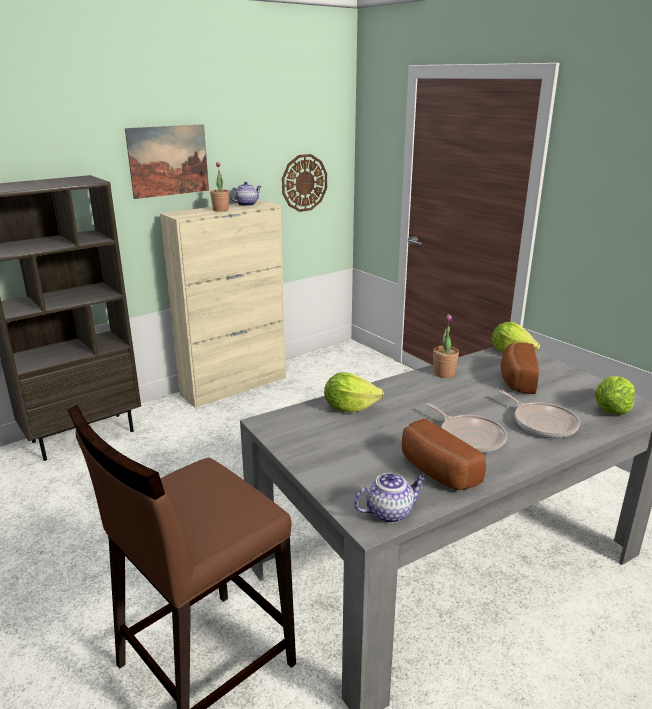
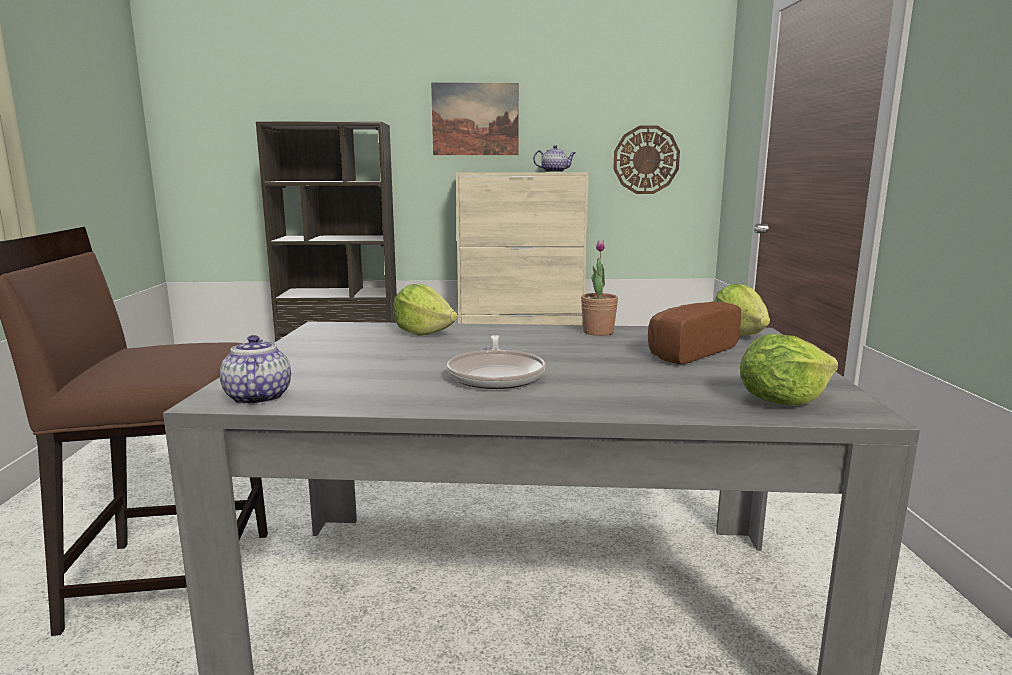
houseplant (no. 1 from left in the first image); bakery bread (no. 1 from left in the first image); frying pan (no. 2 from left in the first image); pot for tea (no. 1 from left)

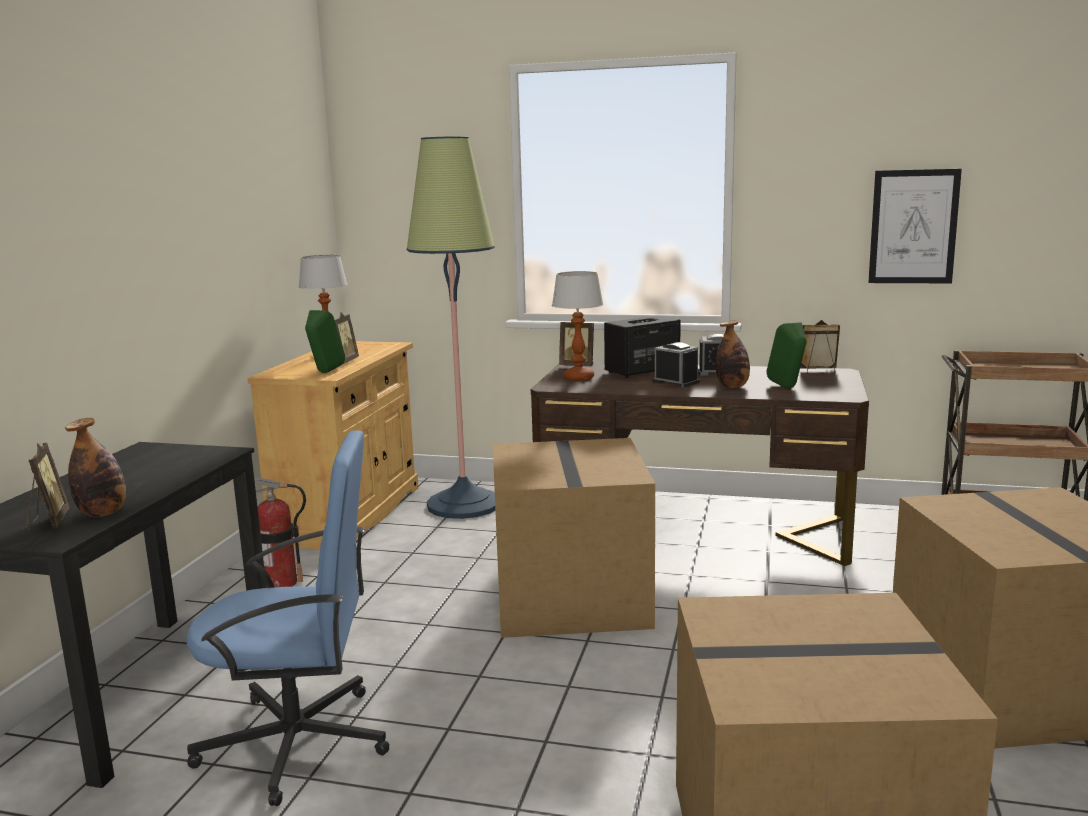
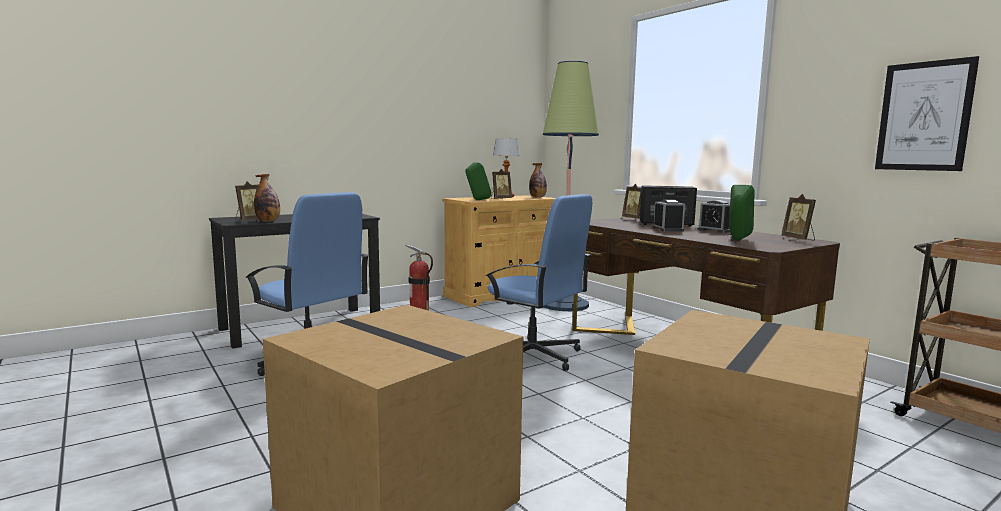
lamp for a table (no. 2 from left in the first image); drink bottle (no. 2 from left); bluish office chair (no. 2 from left); standing frame (no. 4 from left)

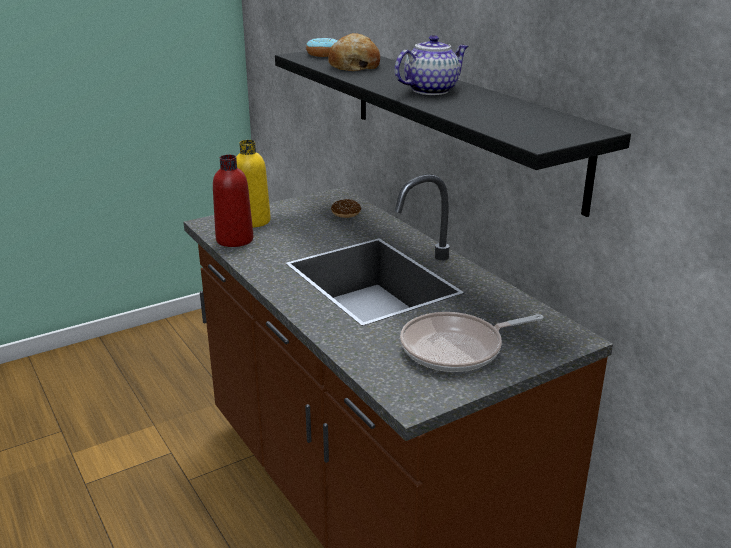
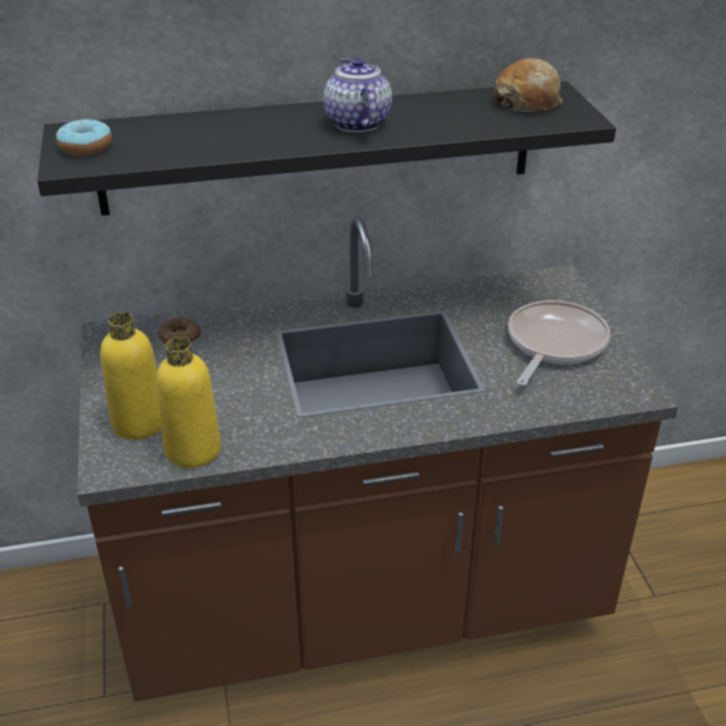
bakery bread; yellow drink bottle (no. 2 from left); frying pan

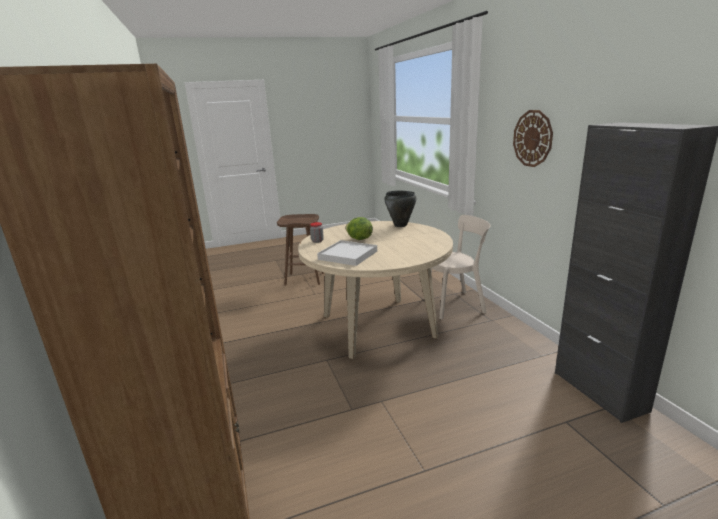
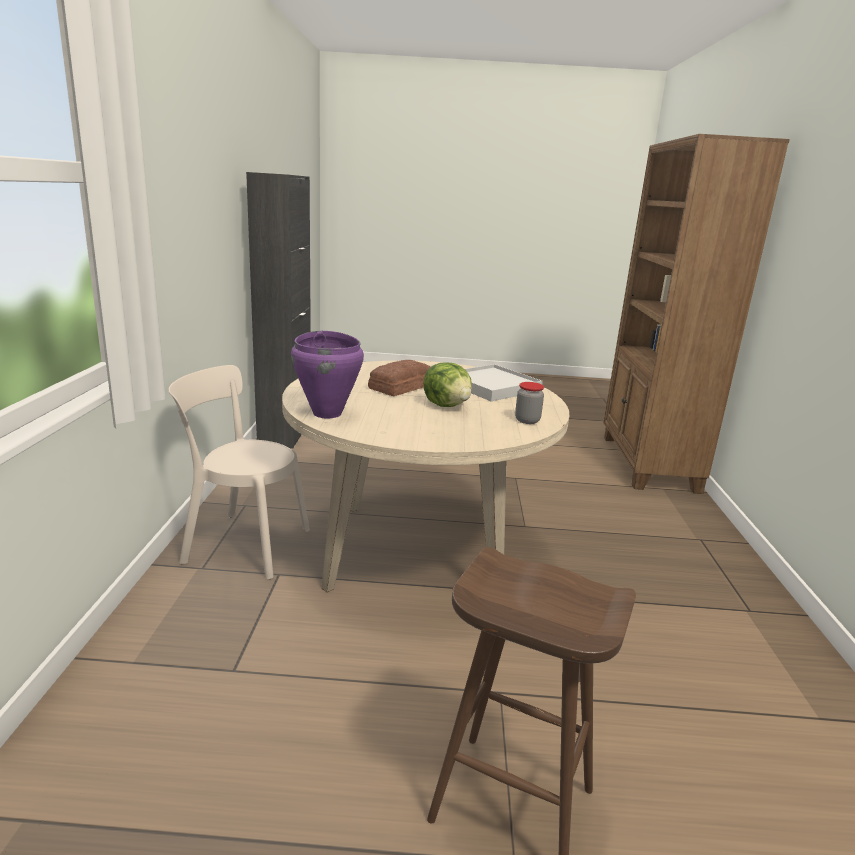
hanging clock; bakery bread; purple-coloured cooking pot

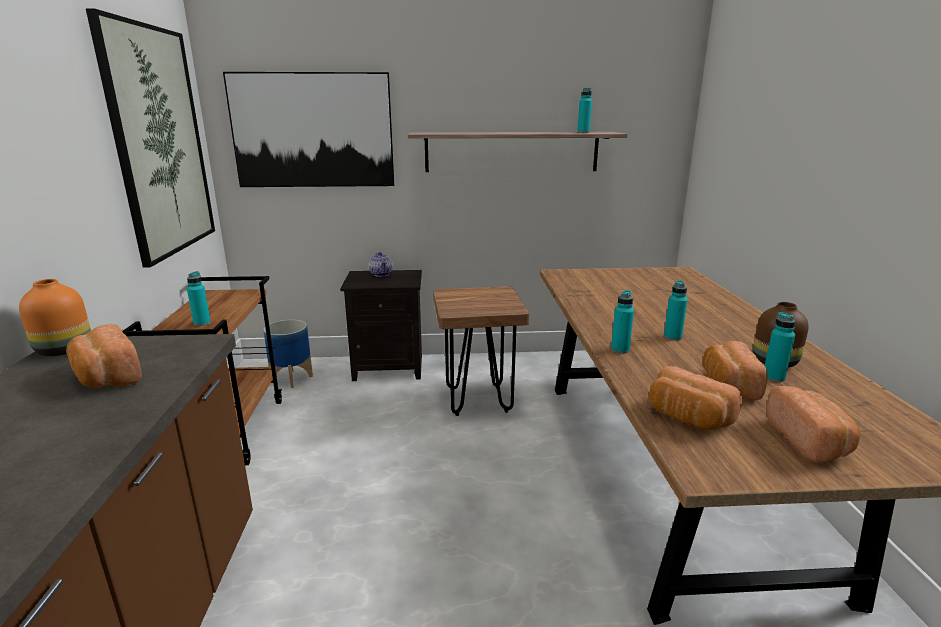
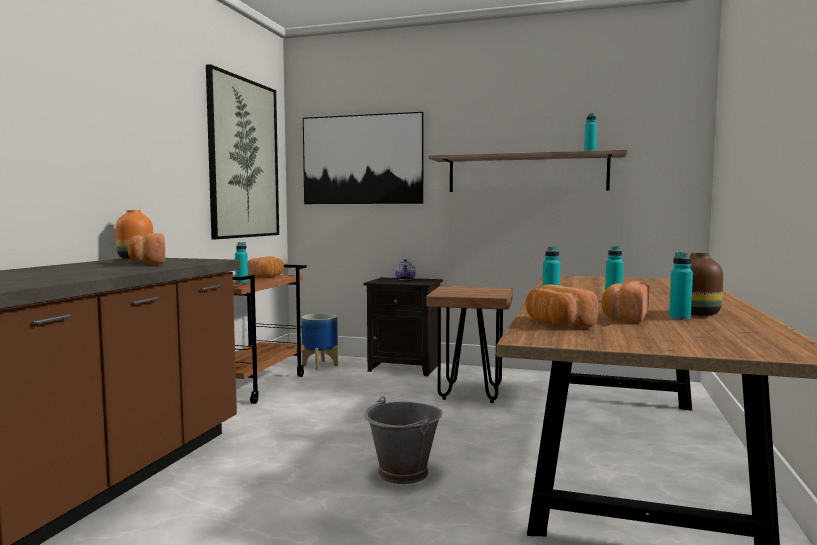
gray pail; bakery bread (no. 2 from left)

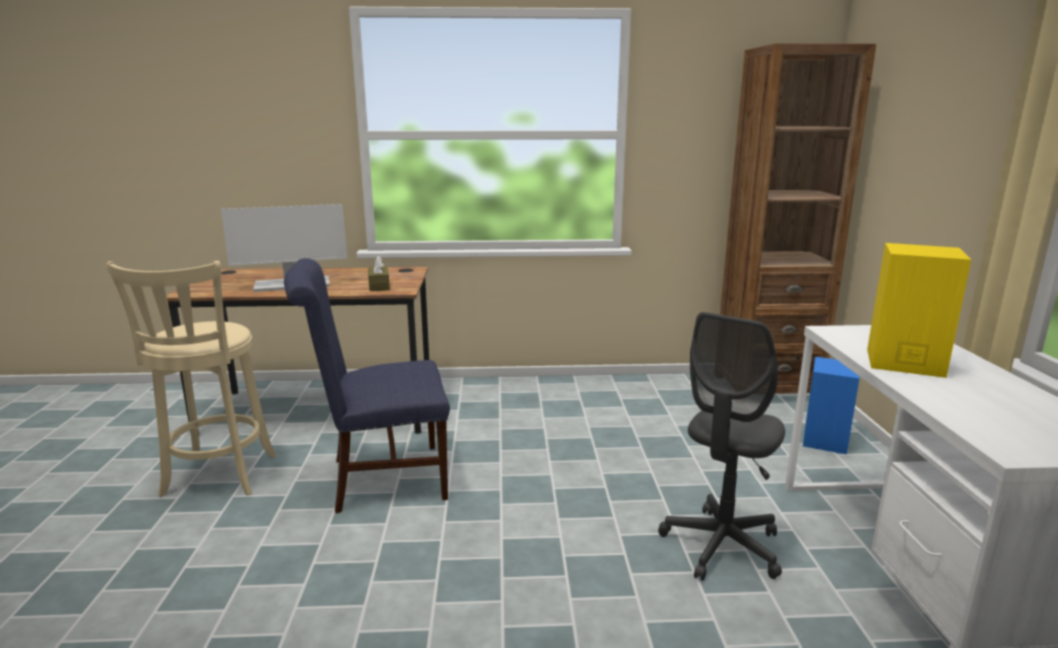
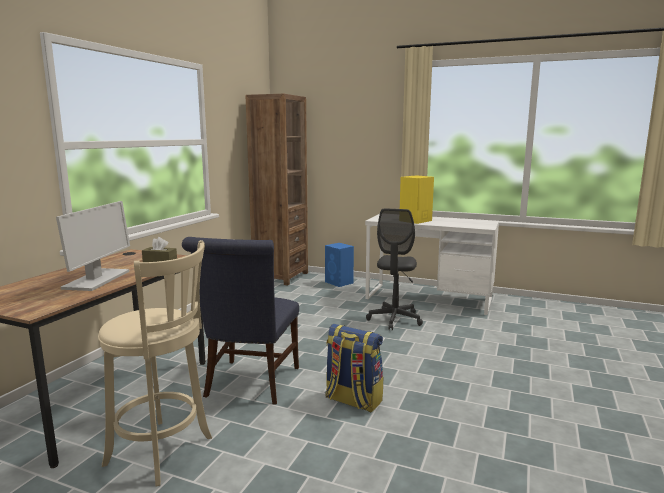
knapsack; gray office chair

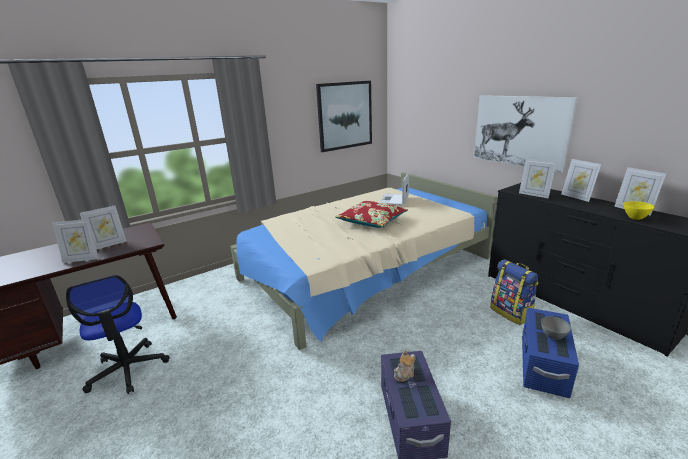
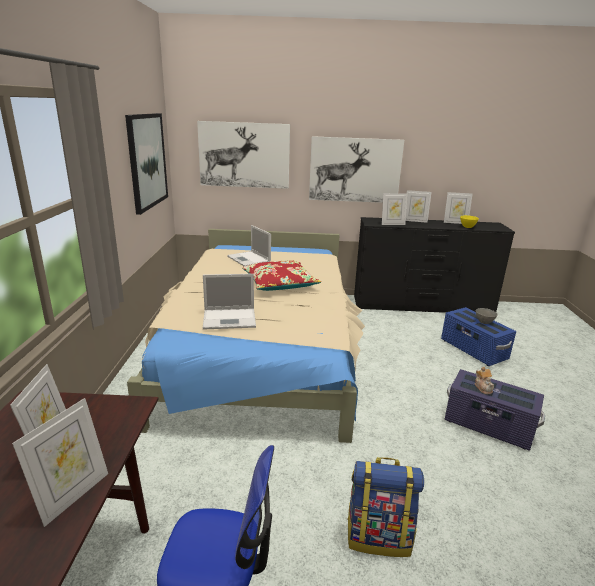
wall art (no. 2 from left); laptop (no. 1 from left); knapsack

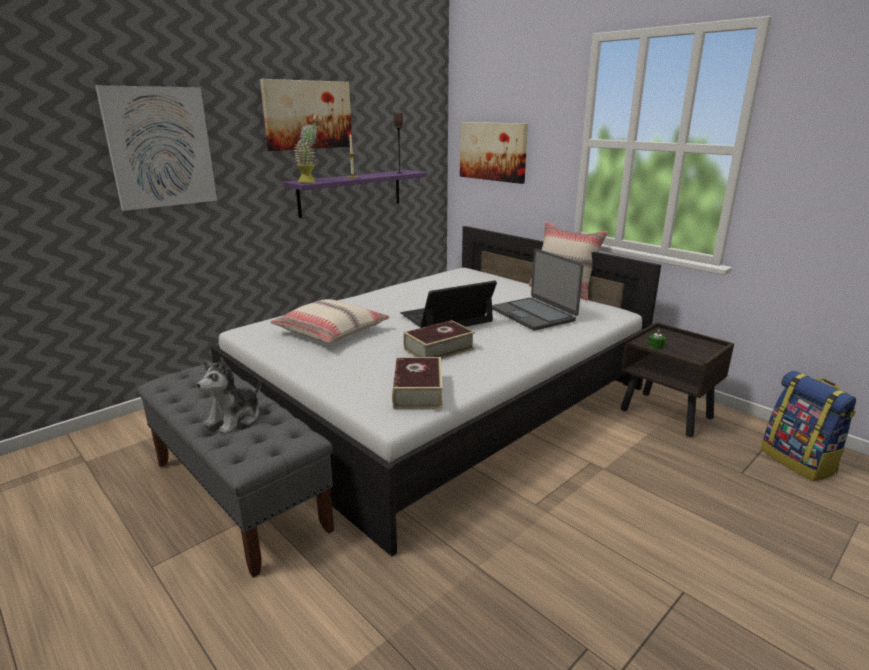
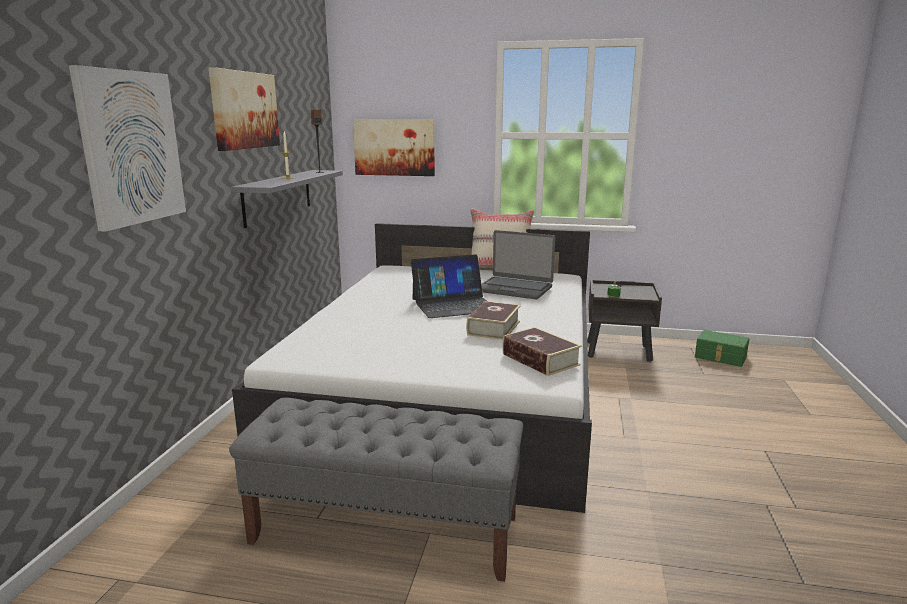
cuddly toy; beige-coloured cushion (no. 1 from left in the first image); houseplant; green storage box; gray wall shelf; laptop (no. 1 from left)

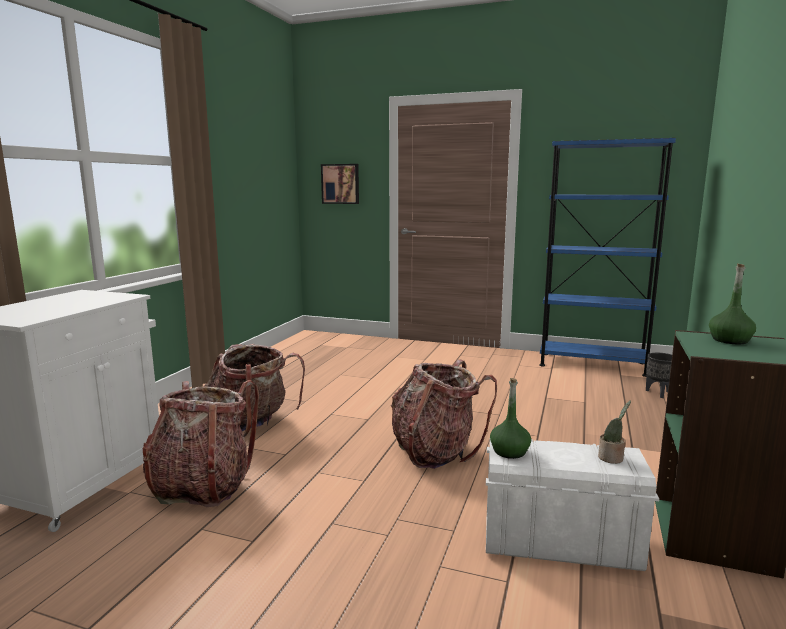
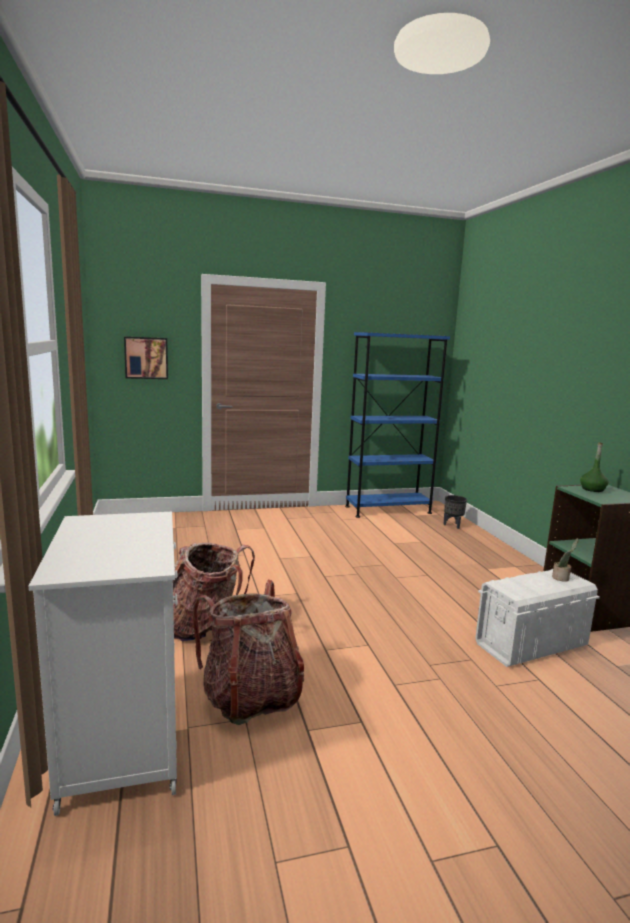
knapsack (no. 3 from left in the first image); green drink bottle (no. 1 from left in the first image)

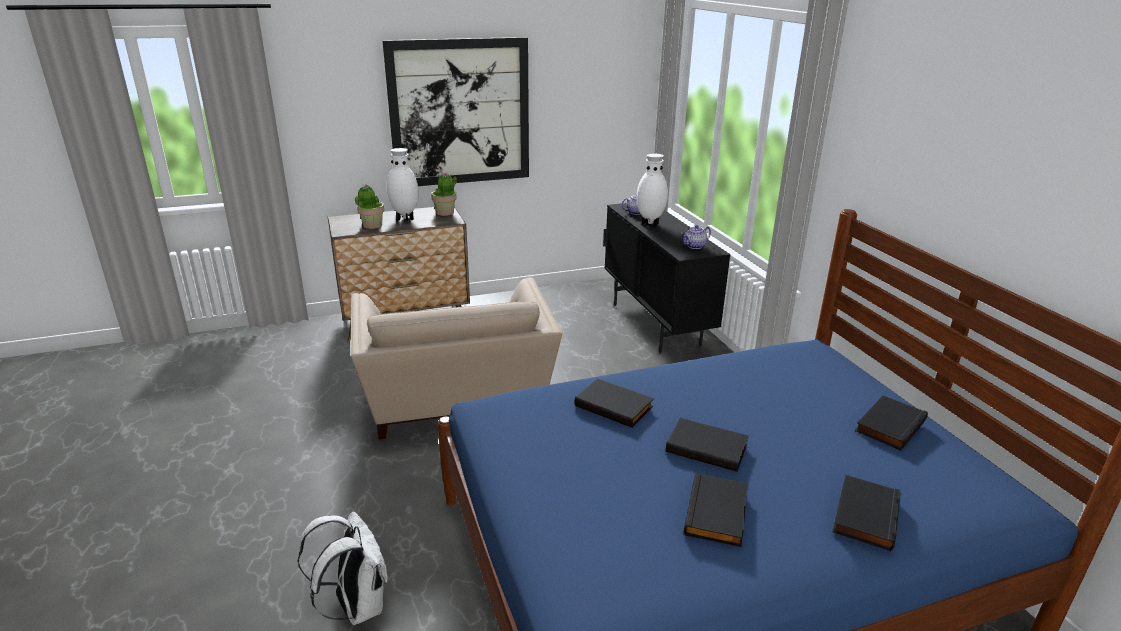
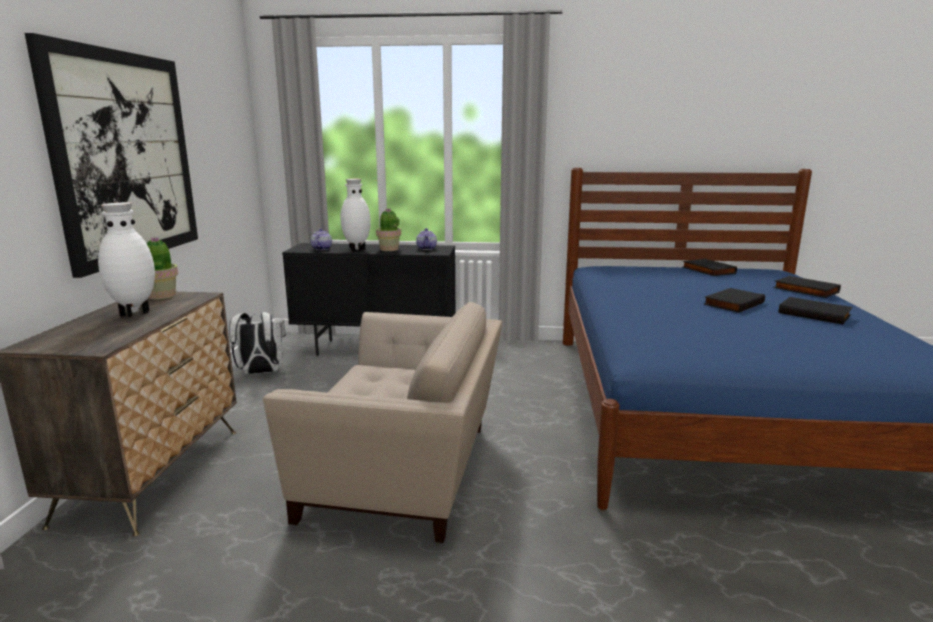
blackish bound book (no. 1 from left in the first image); whitish knapsack; houseplant (no. 2 from left)

